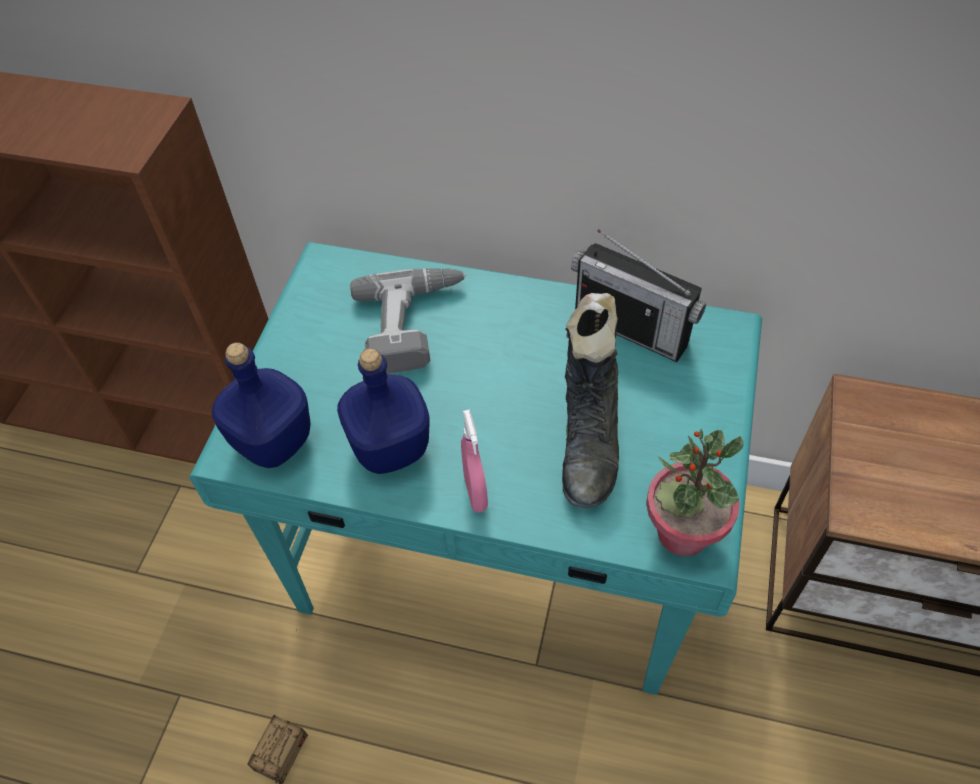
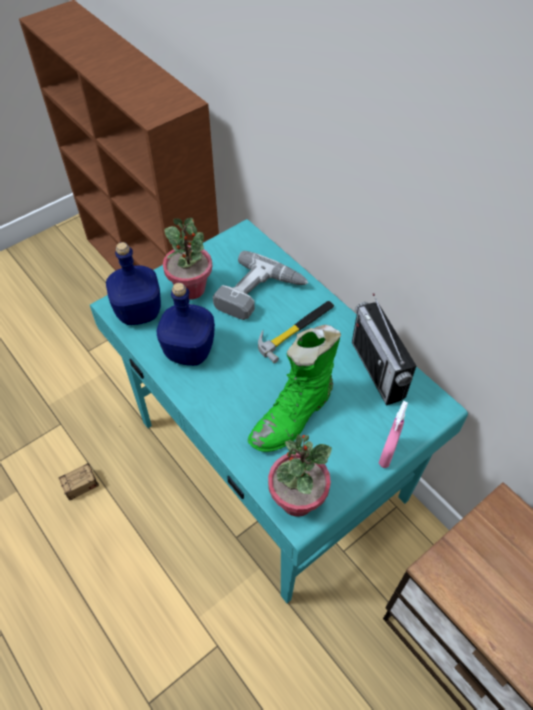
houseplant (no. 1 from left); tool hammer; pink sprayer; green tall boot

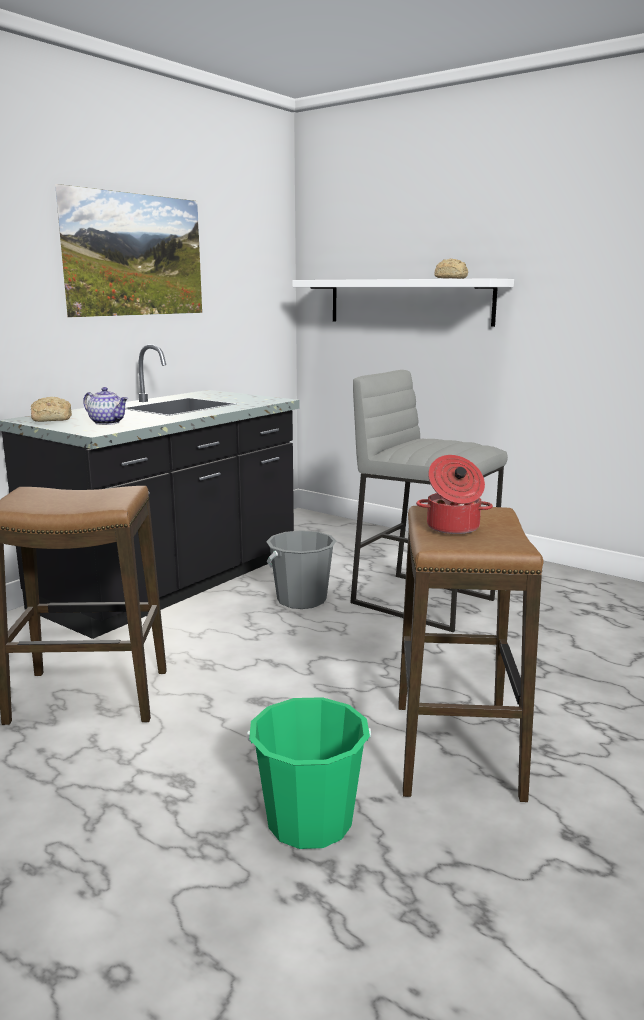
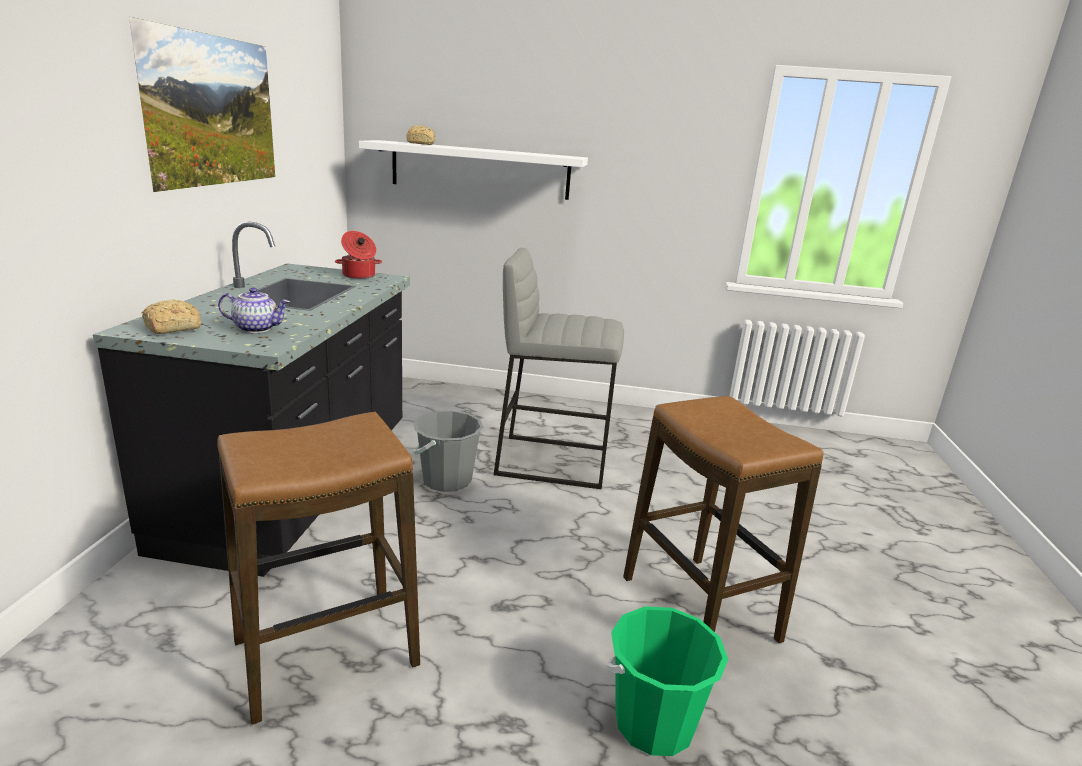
cooking pot; bakery bread (no. 2 from left)

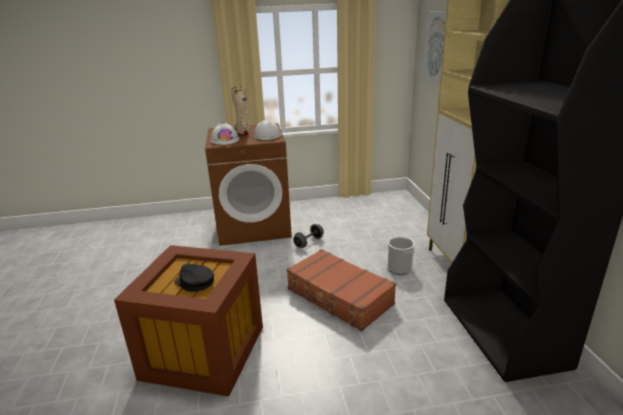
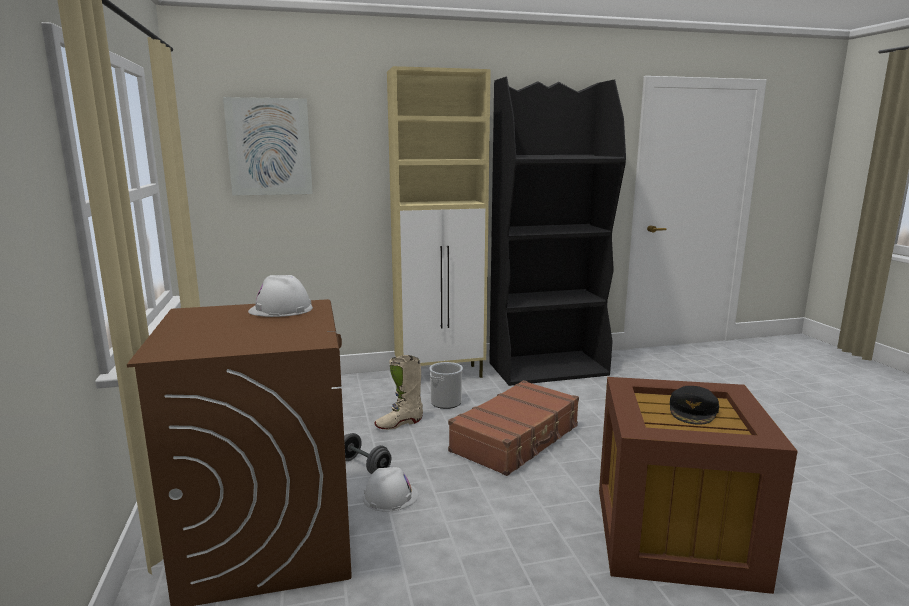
whitish safety helmet (no. 2 from left); beige-coloured tall boot

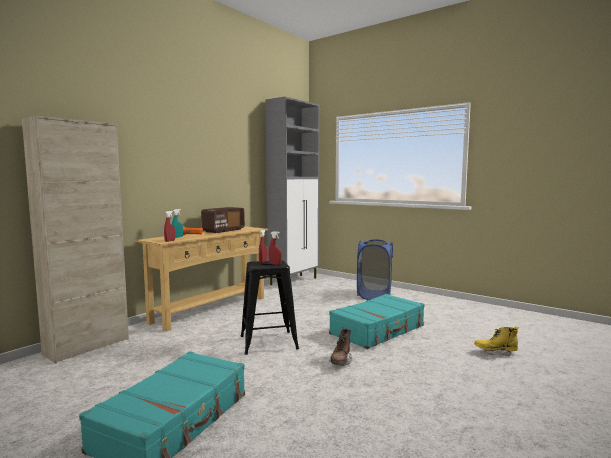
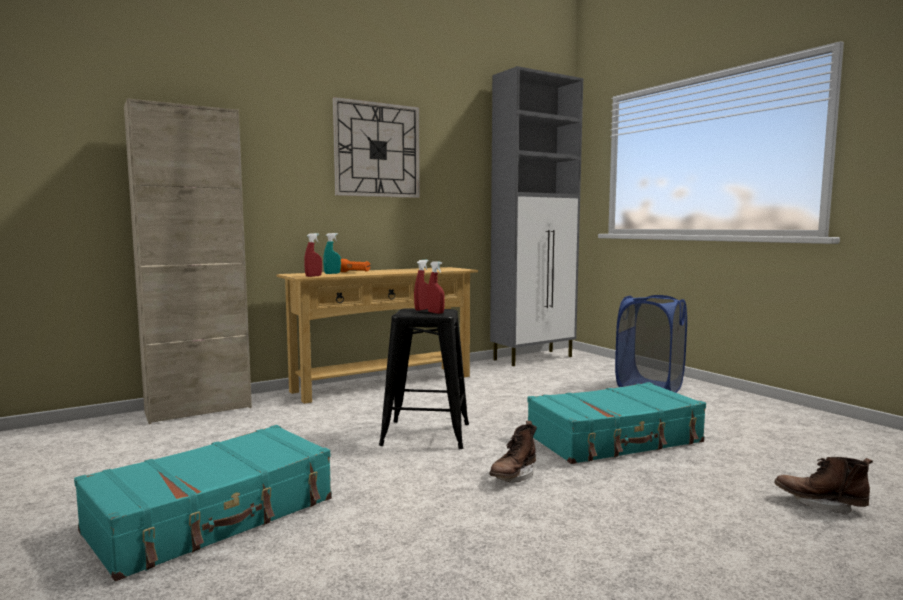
radio set; hanging clock; brownish tall boot (no. 2 from left)

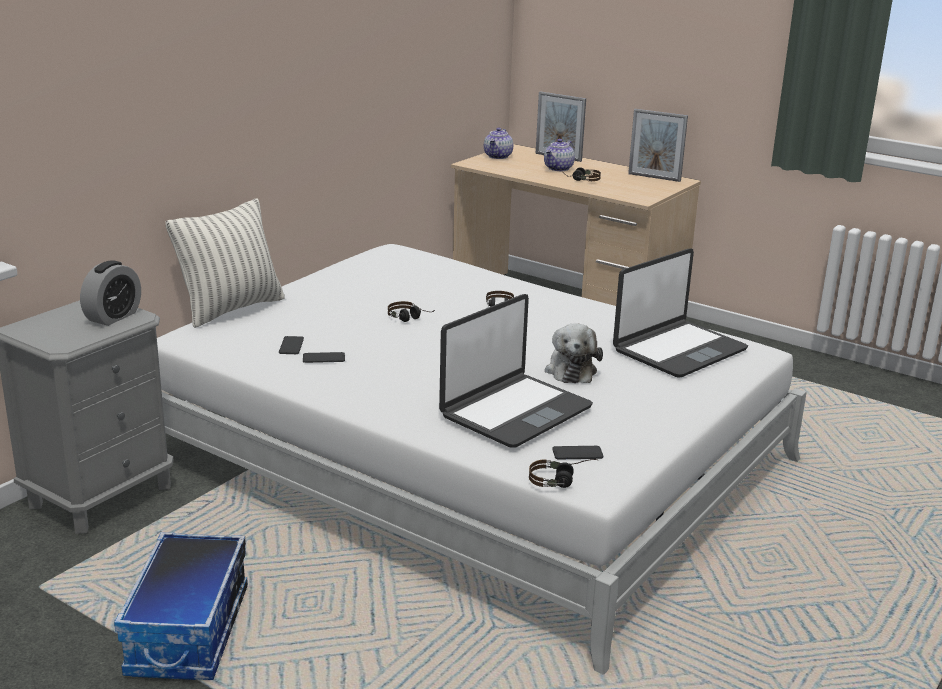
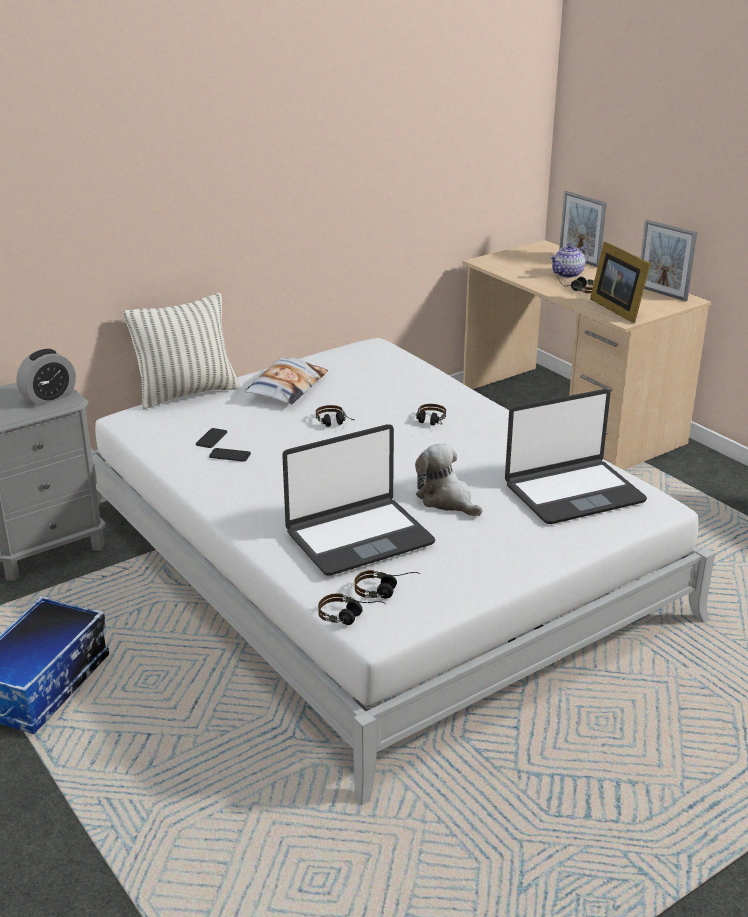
pot for tea (no. 1 from left in the first image); cushion (no. 2 from left); standing frame (no. 2 from left); pair of headphones (no. 3 from left); cuddly toy

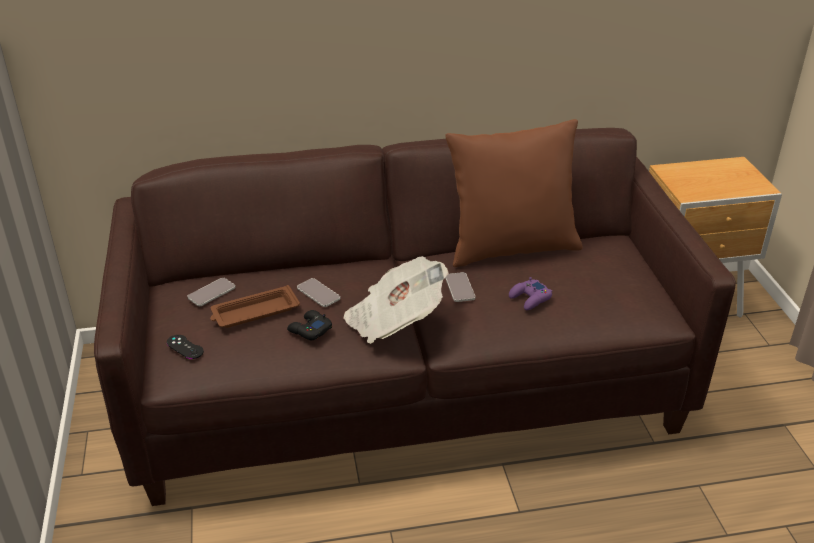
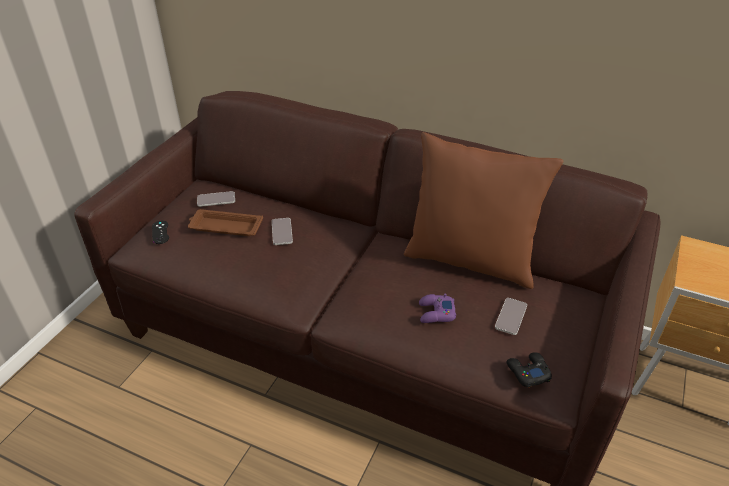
daily paper; blackish gamepad (no. 2 from left); phone (no. 3 from left)

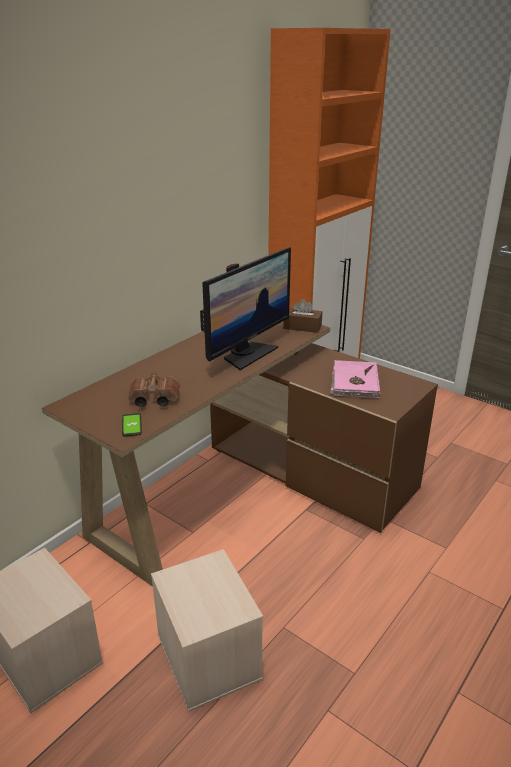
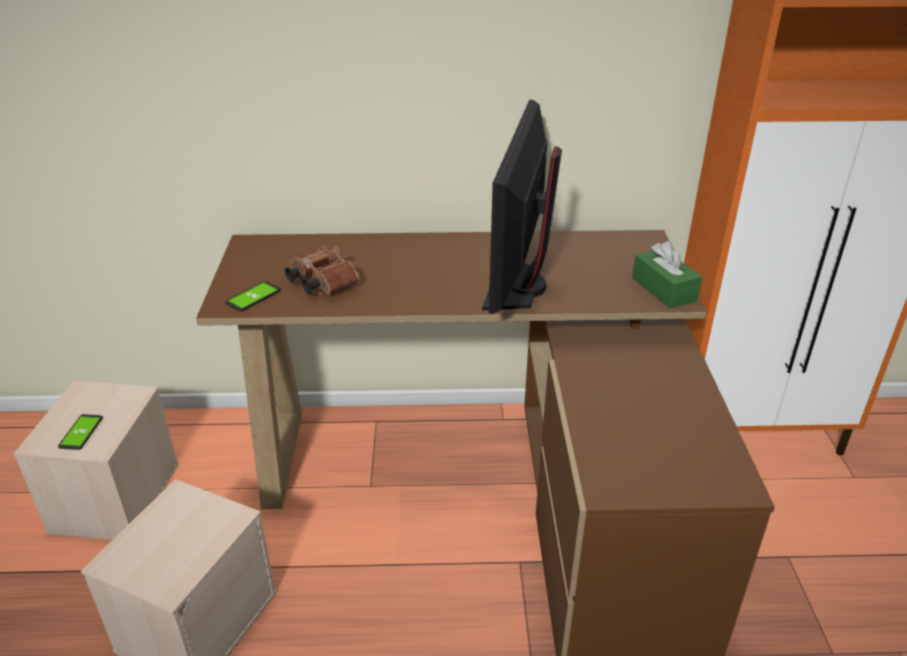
pink bound book; phone (no. 1 from left); green tissue holder; monitor

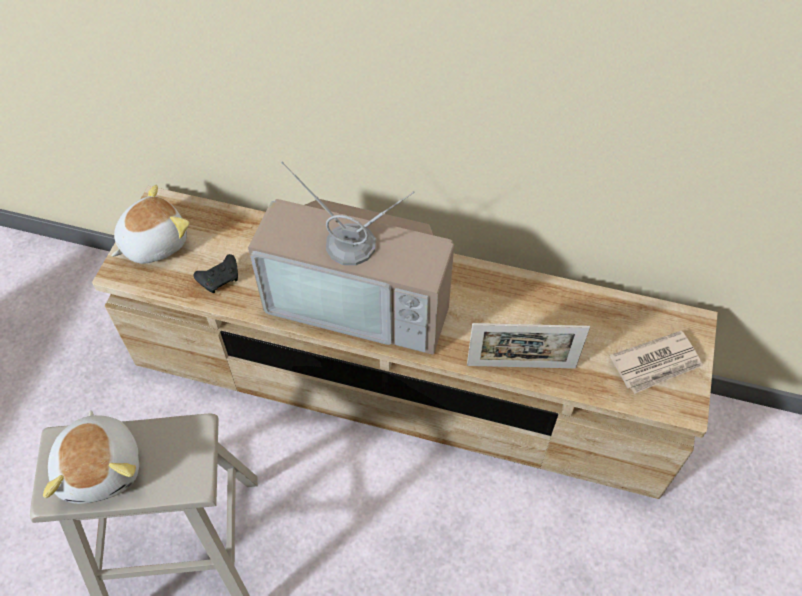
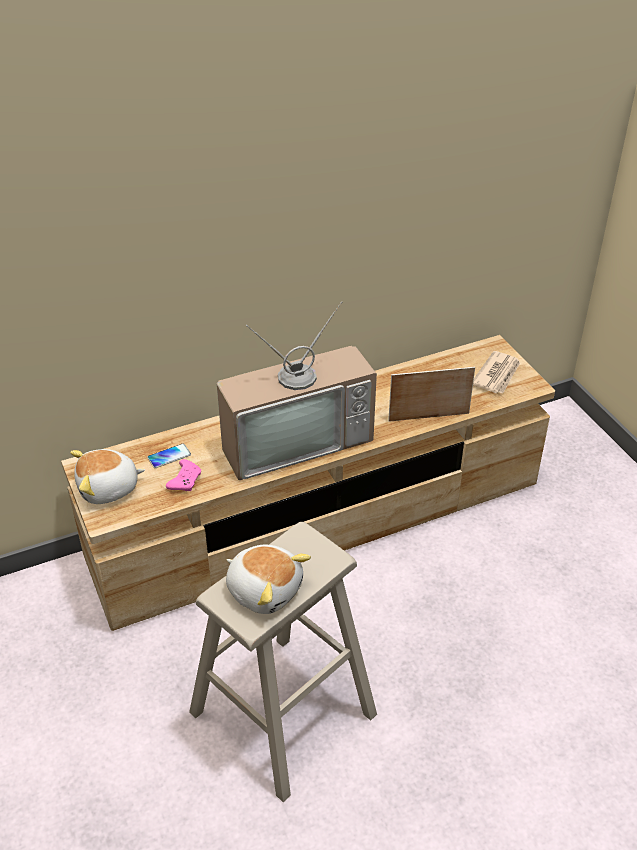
phone; pink gamepad; cuddly toy (no. 1 from left); standing frame

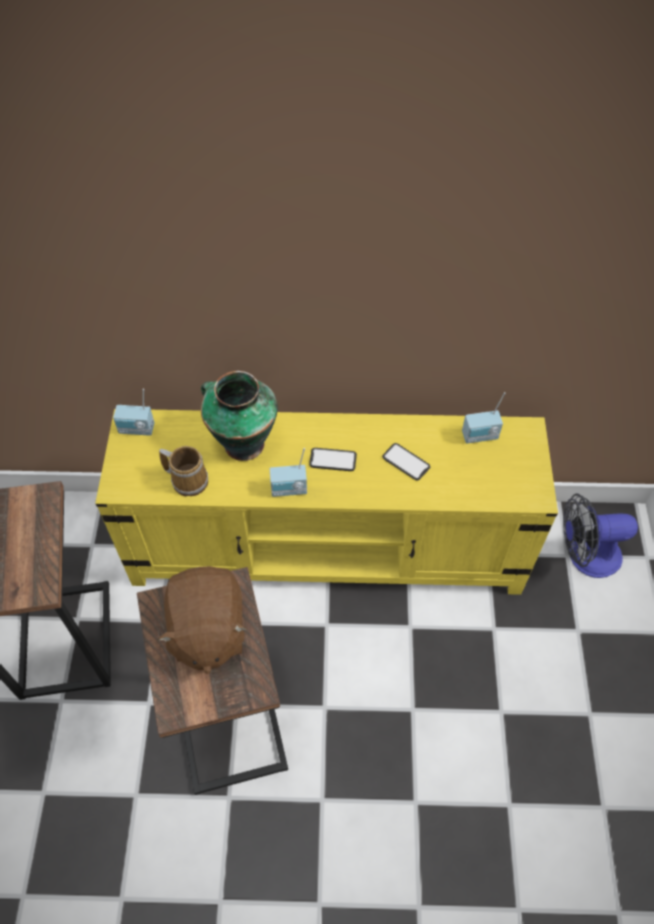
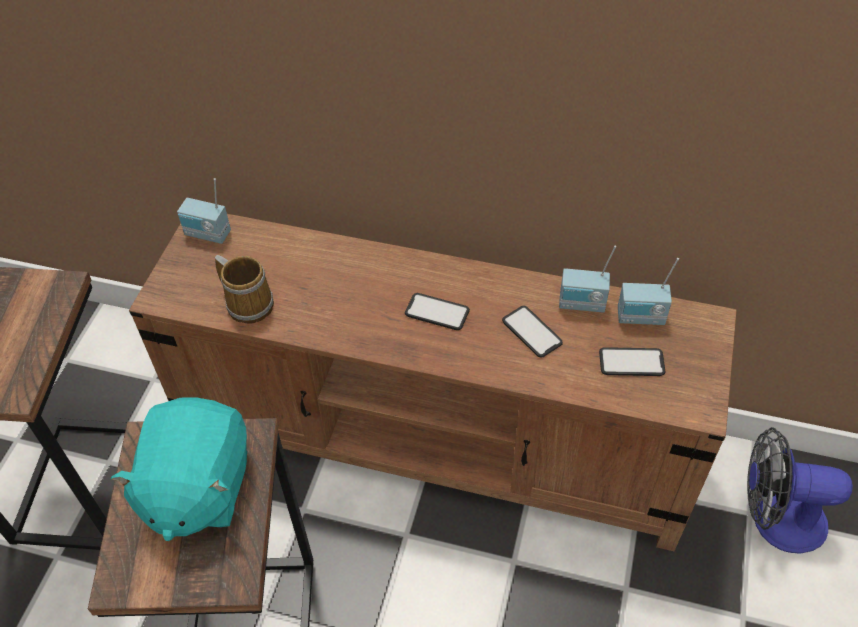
flower vase; phone (no. 3 from left); radio set (no. 2 from left); brownish tv unit; turquoise-coloured cuddly toy

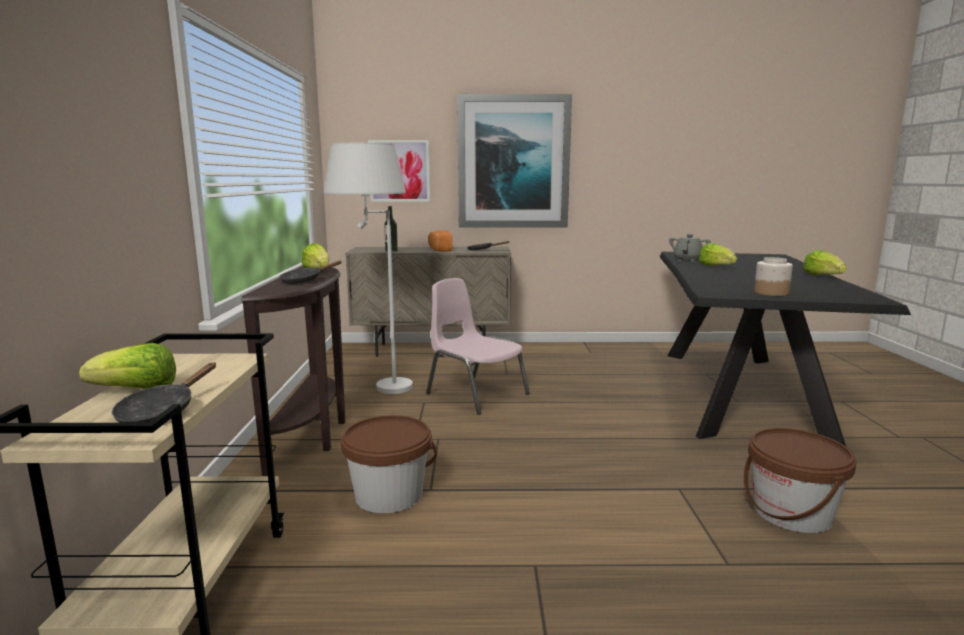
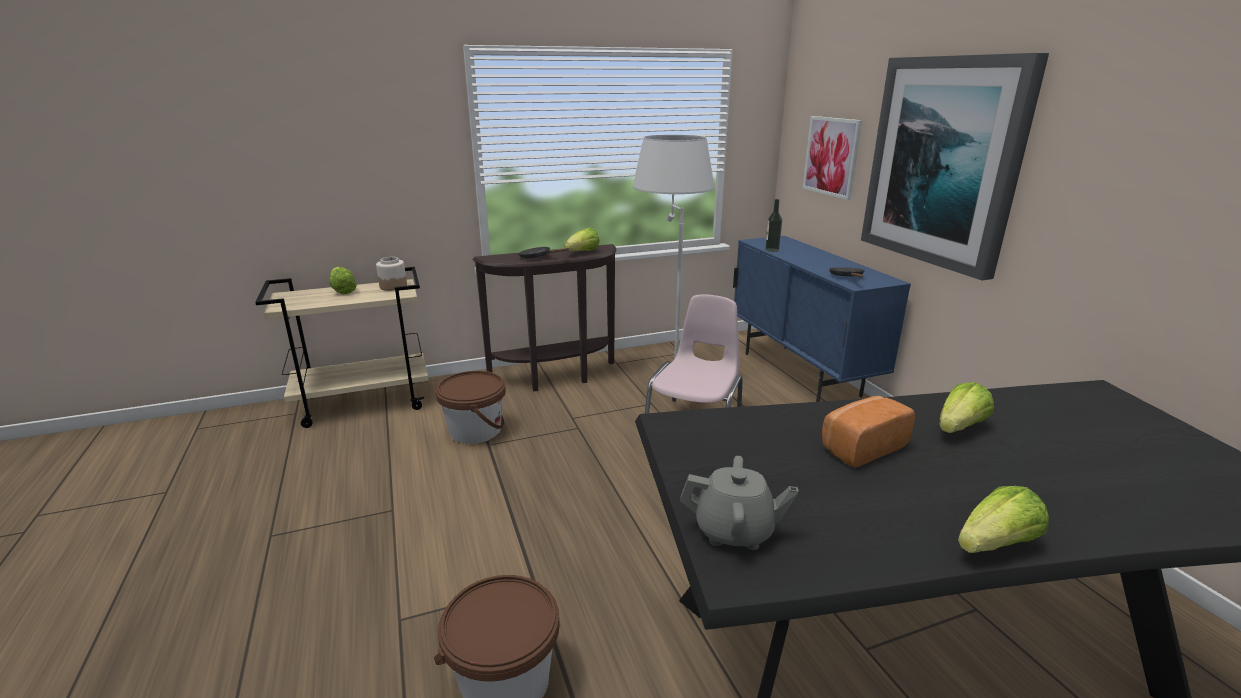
blackish frying pan (no. 1 from left in the first image); bakery bread; gray pot for tea; preserve jar; bluish cupboard

